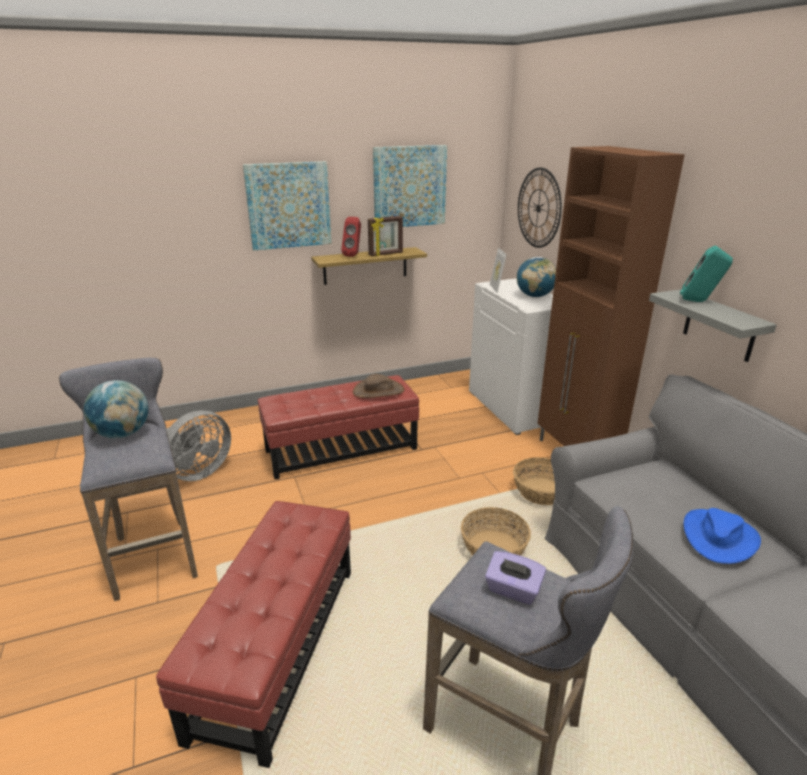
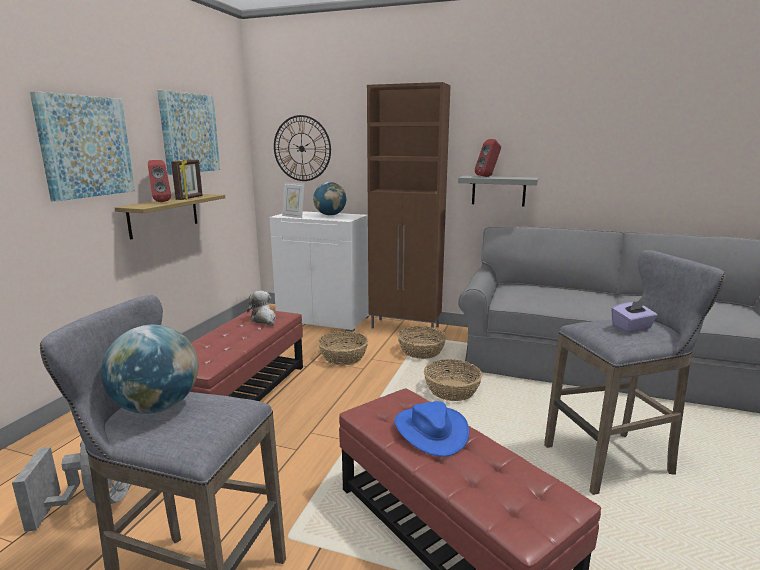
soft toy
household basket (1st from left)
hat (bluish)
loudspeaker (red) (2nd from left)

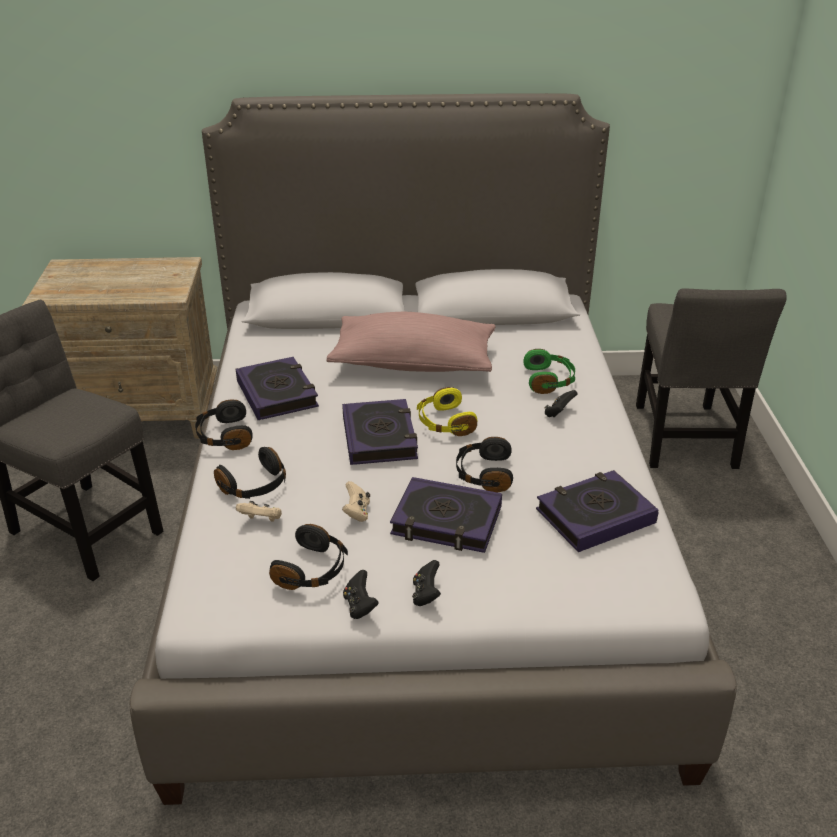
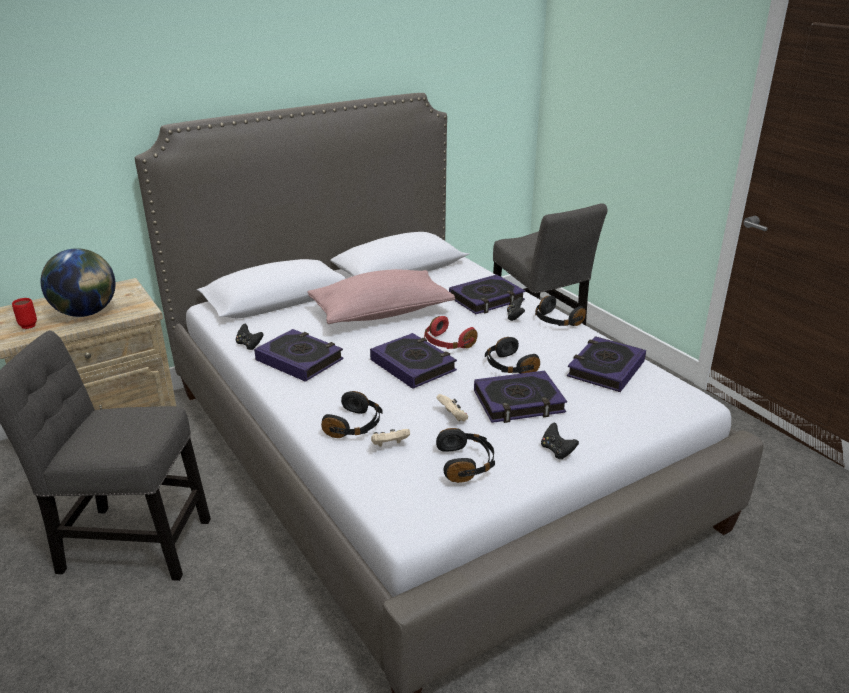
tea mug (red)
world globe
gamepad (black) (1st from left)
headset (red)
book (3rd from left)
headset (black) (4th from left)

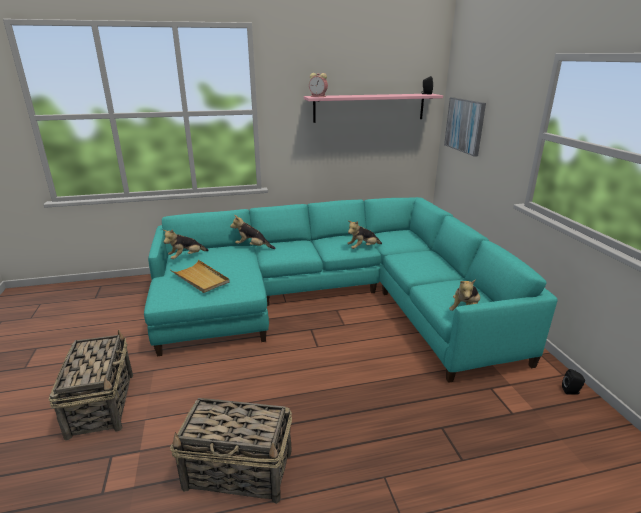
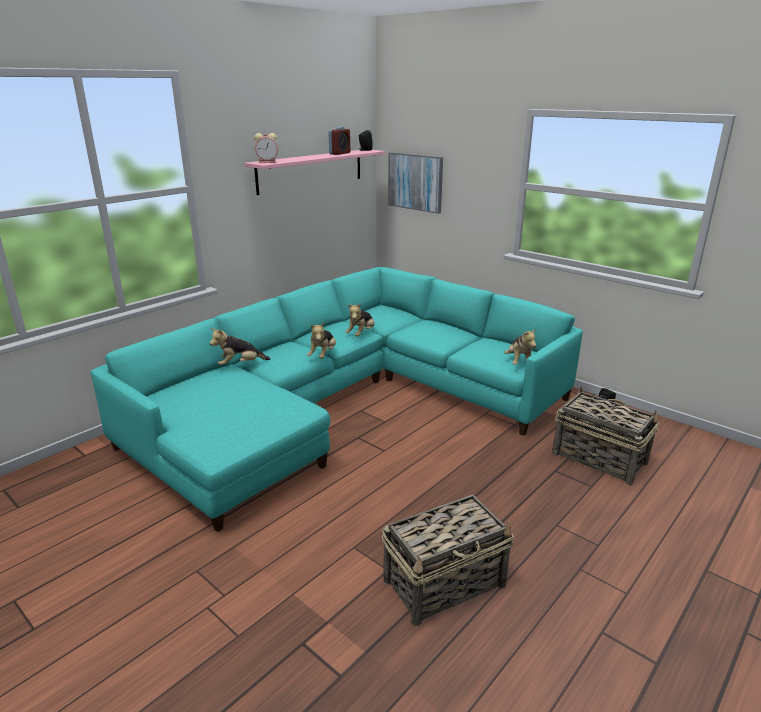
soft toy (2nd from left)
bedside clock (2nd from left)
household basket (2nd from left)
tray (beige)

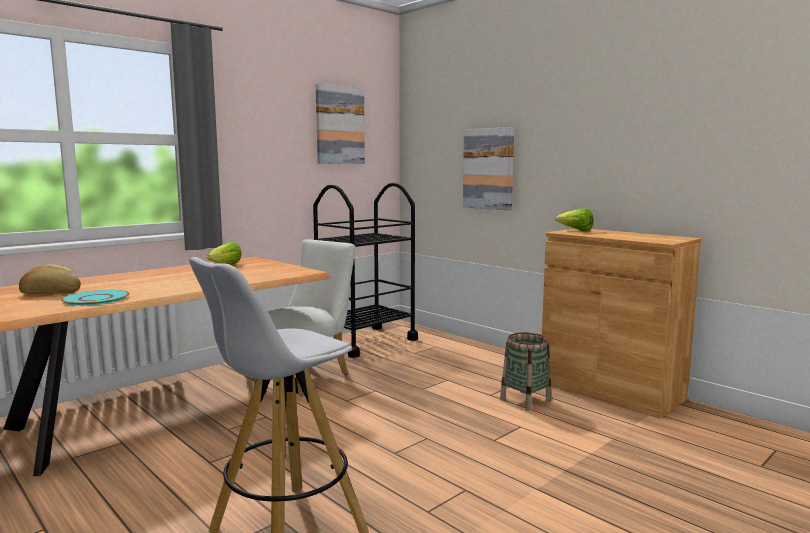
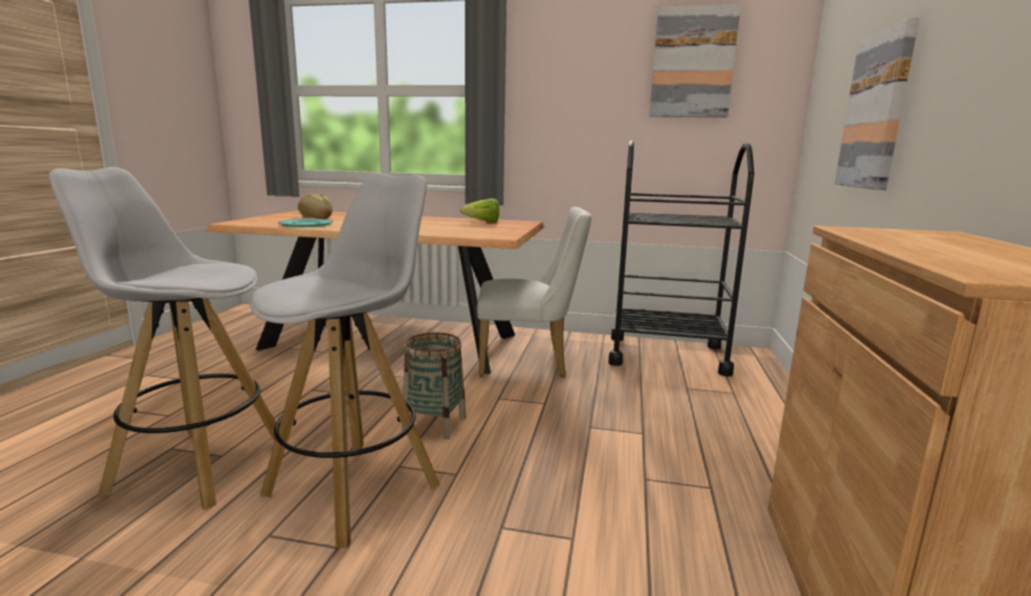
sitting stool (white) (2nd from left)
household basket
lettuce head (2nd from left in the first image)

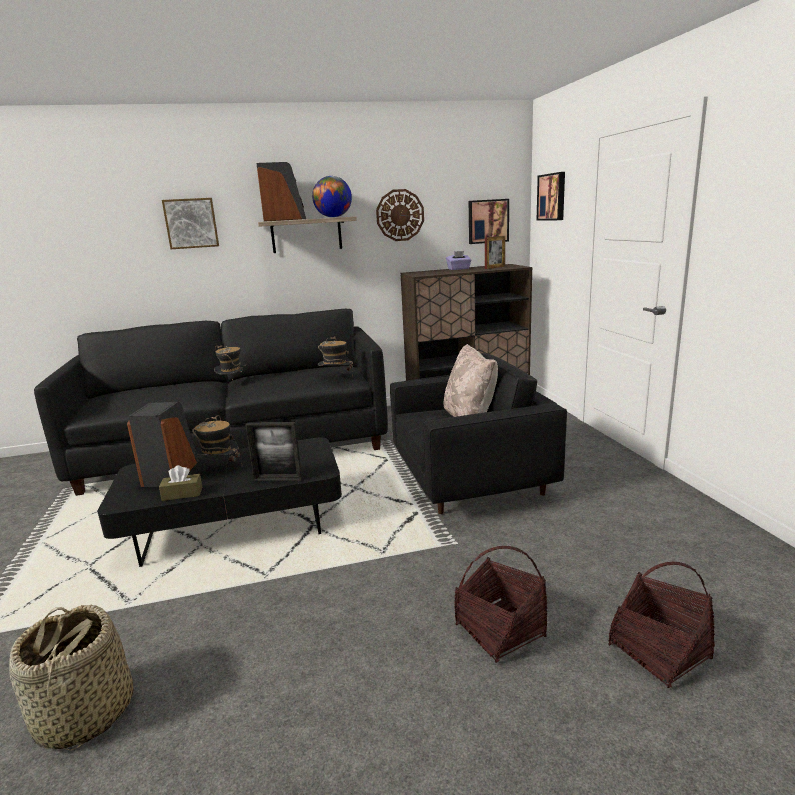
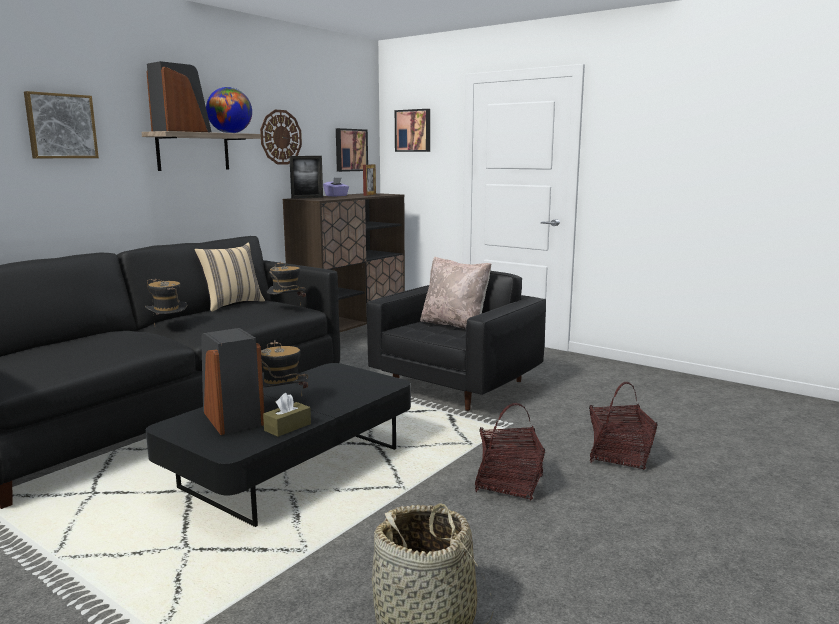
pillow (beige) (1st from left)
picture frame (1st from left)
household basket (2nd from left)

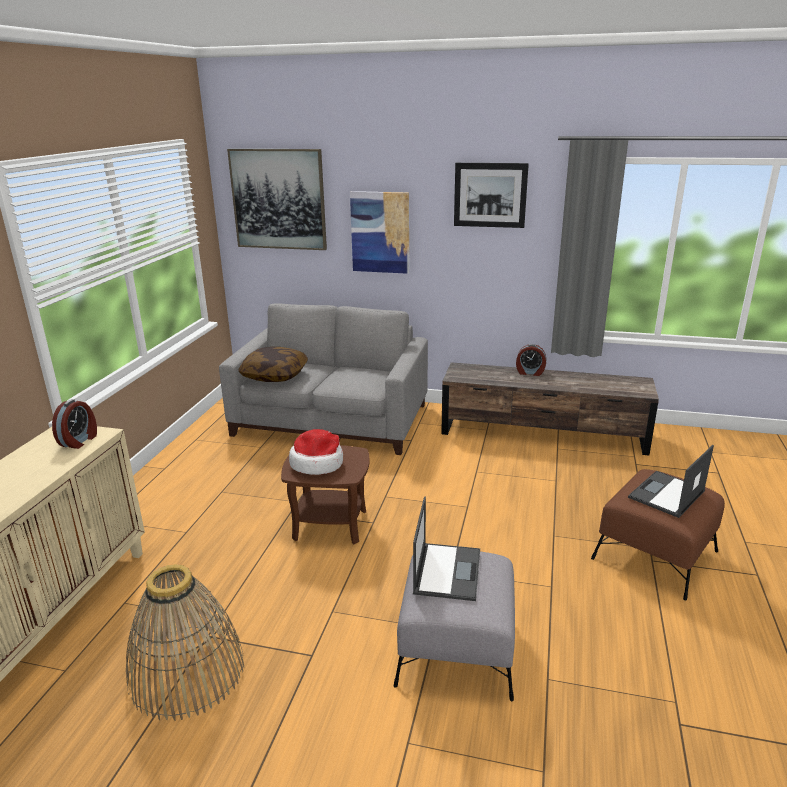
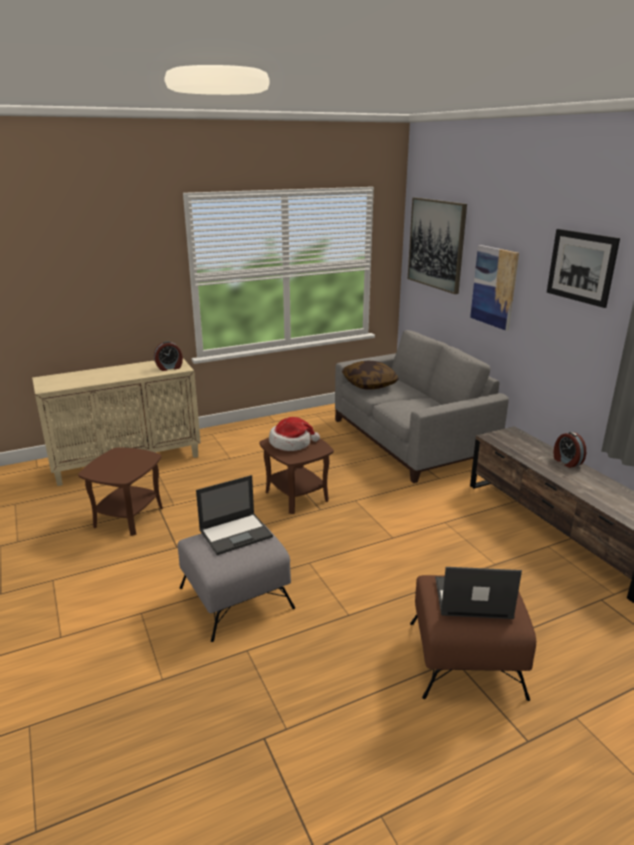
side table (brownish) (1st from left)

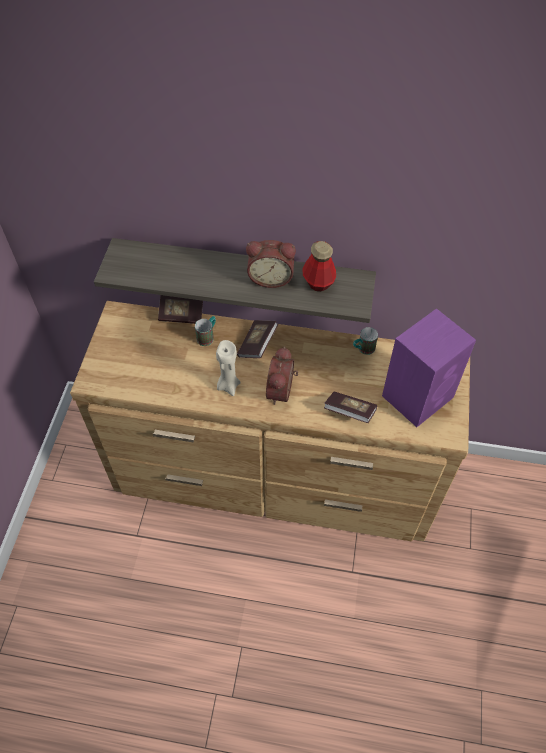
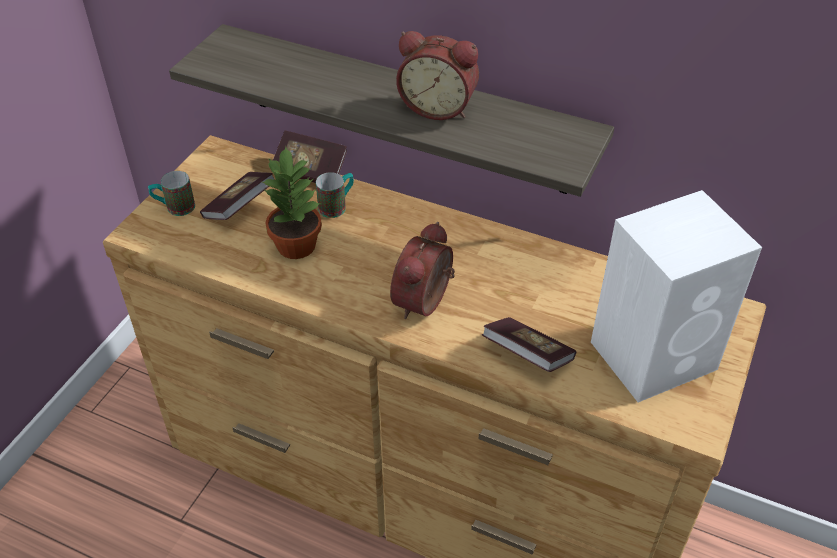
tea mug (1st from left)
book (1st from left)
houseplant
loudspeaker (white)
wax candle (beige)
drink bottle

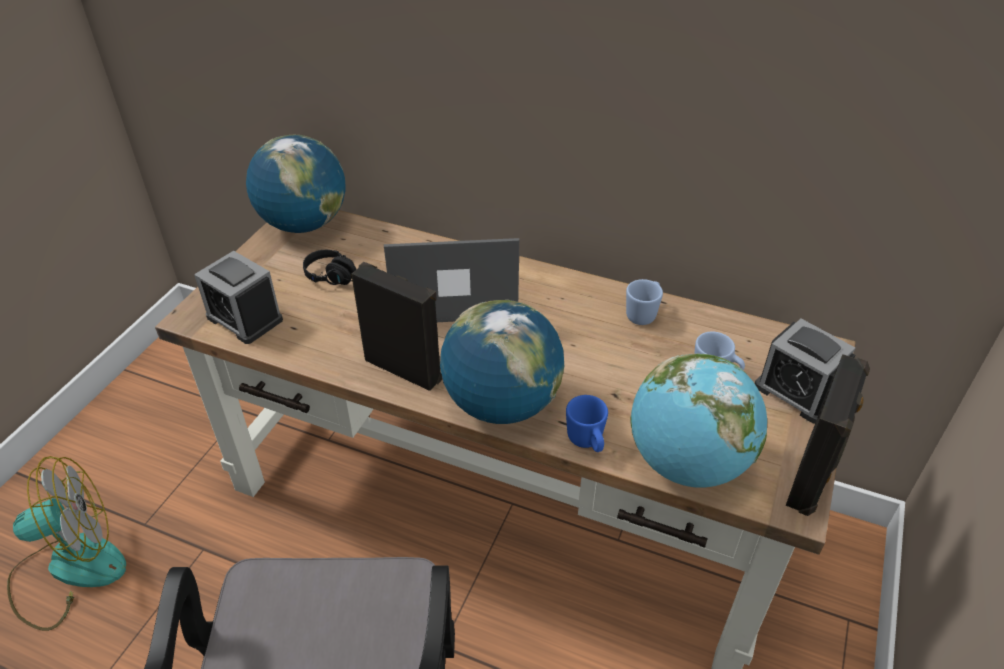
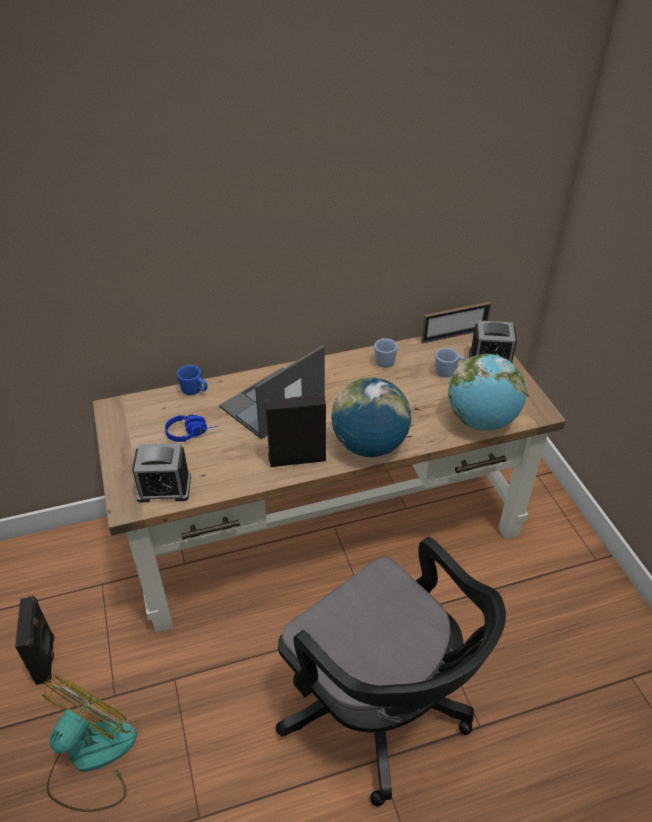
loudspeaker (black) (1st from left)
headset (bluish)
tea mug (bluish) (1st from left)
picture frame
world globe (1st from left in the first image)

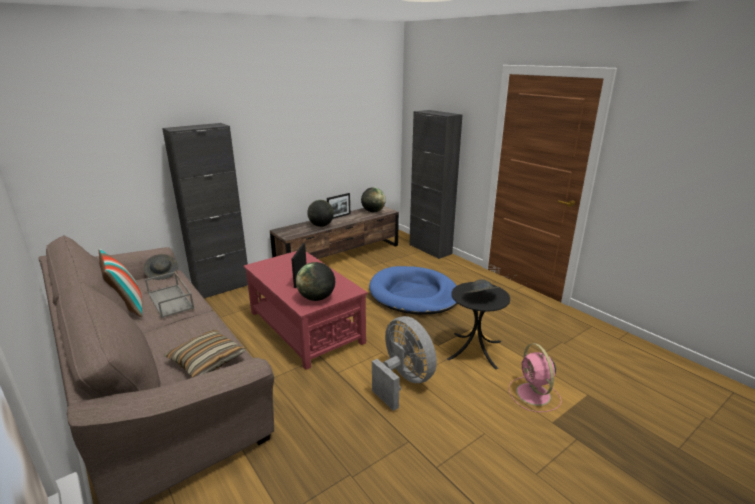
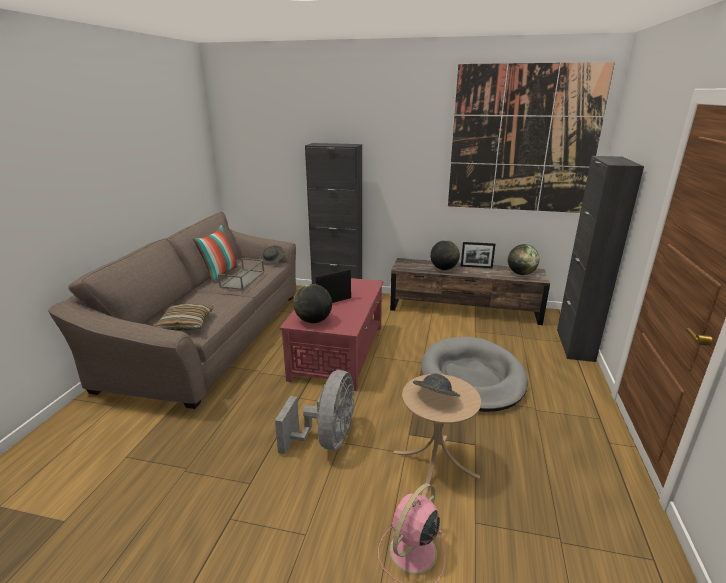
side table (beige)
pet bed (greyish)
wall art

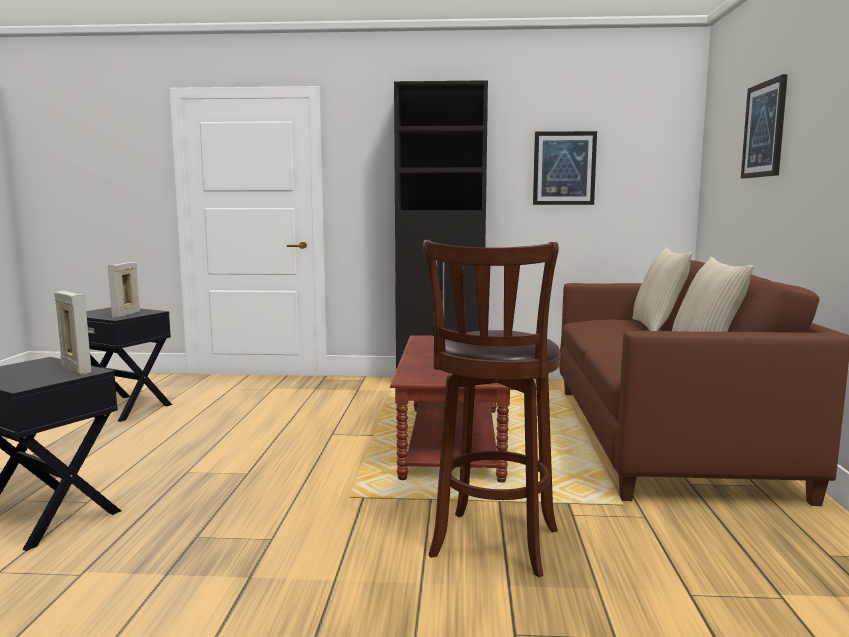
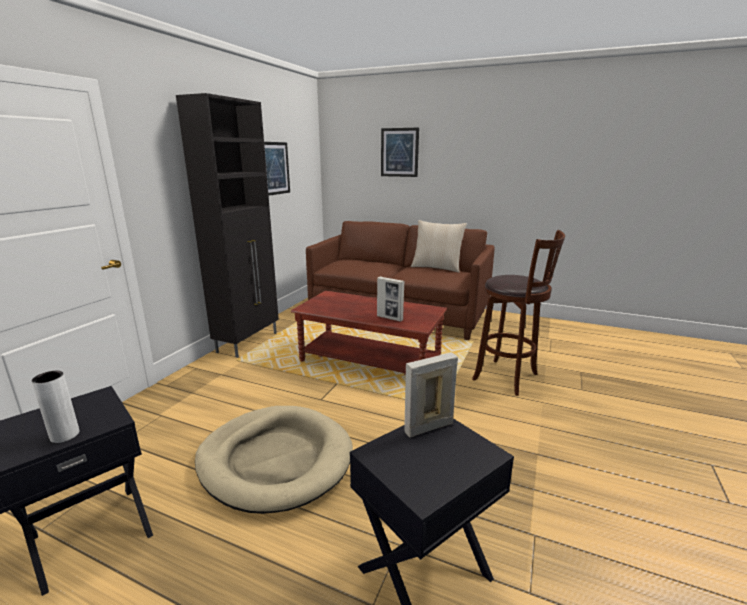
flower vase (white)
pet bed (beige)
picture frame (1st from left)
pillow (beige) (1st from left in the first image)

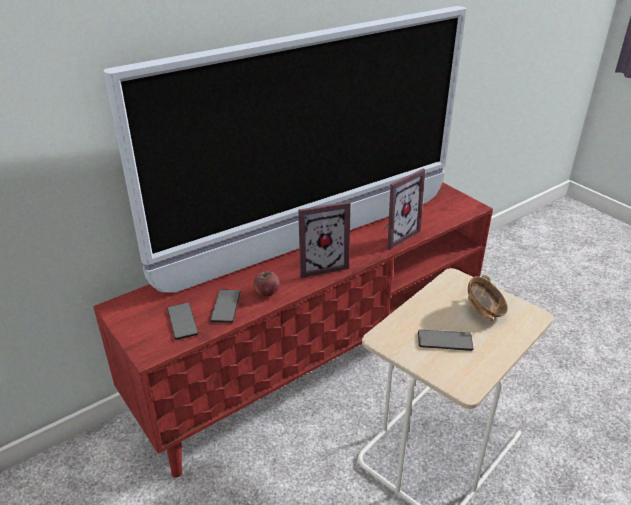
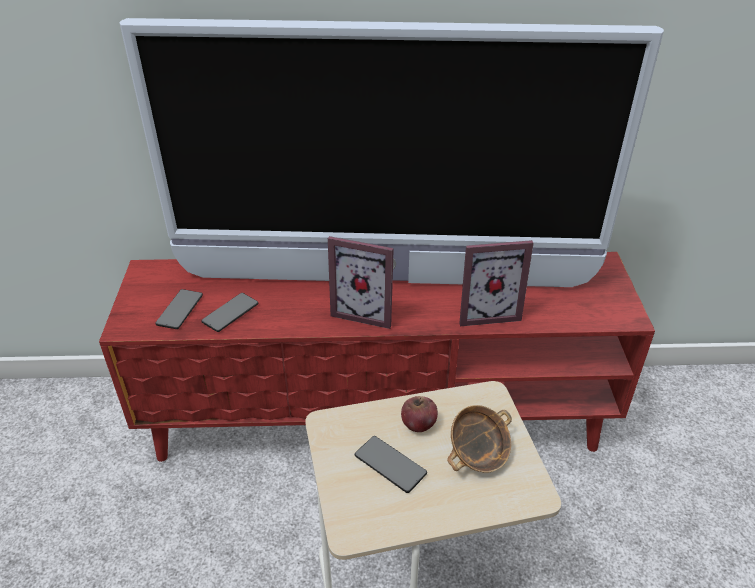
apple

